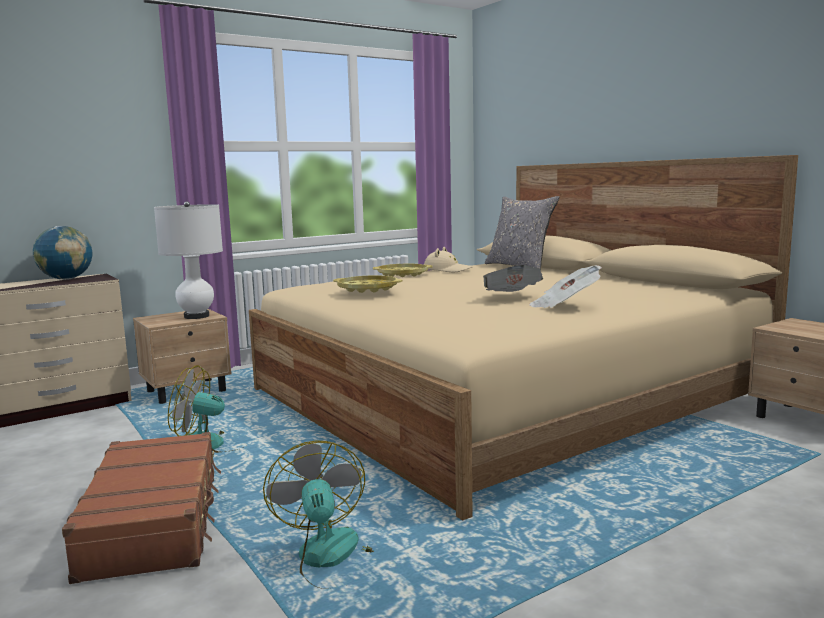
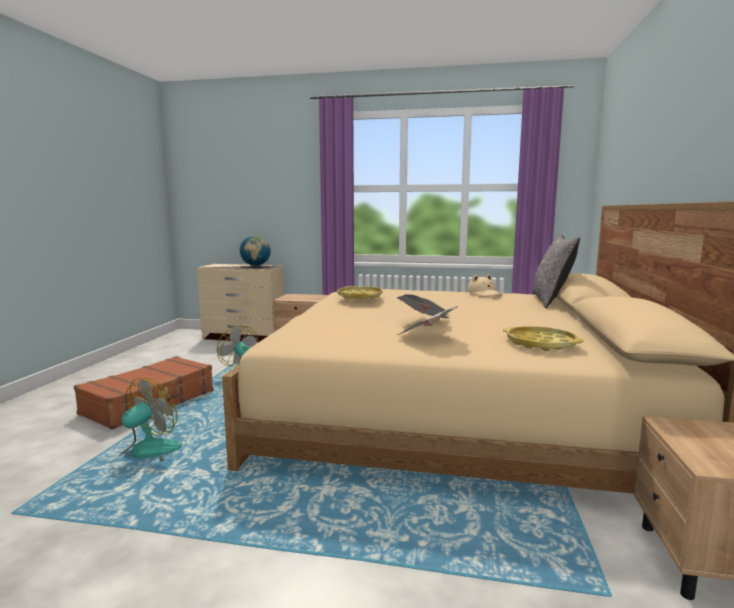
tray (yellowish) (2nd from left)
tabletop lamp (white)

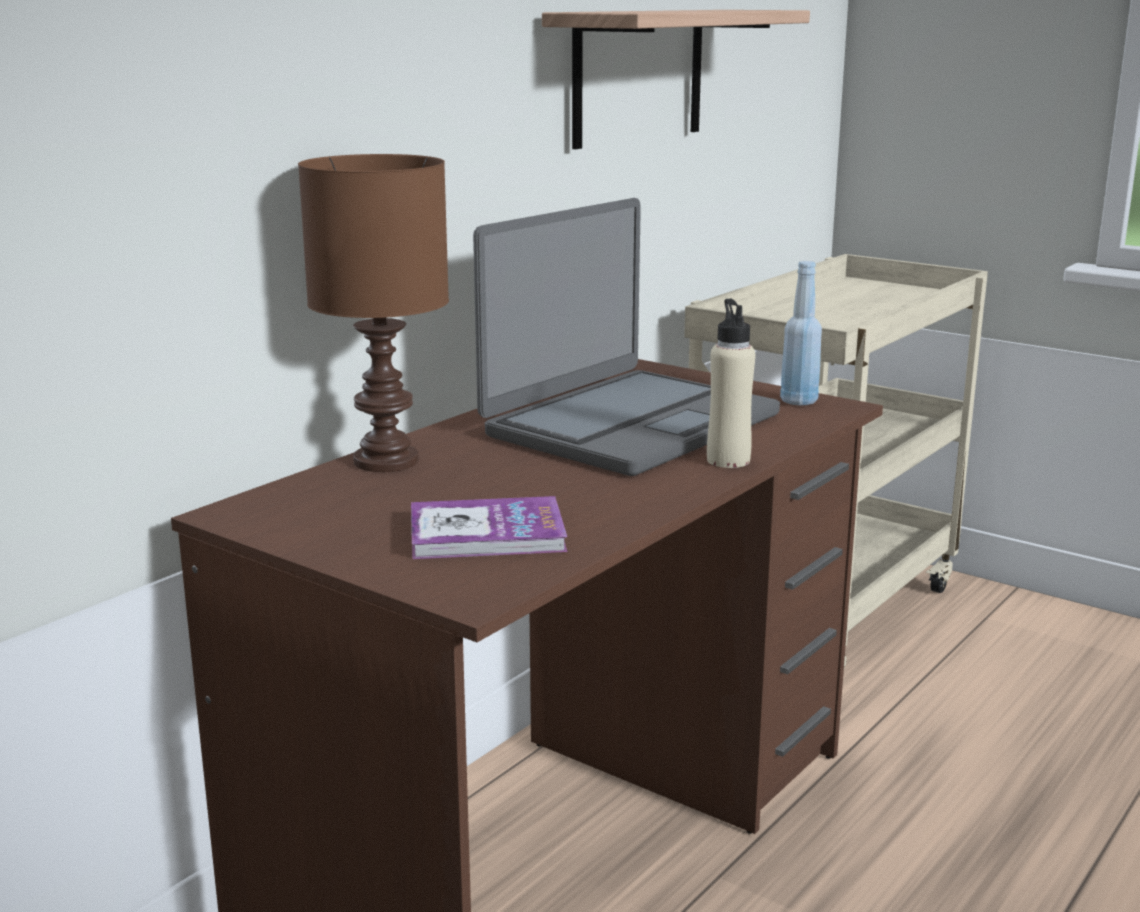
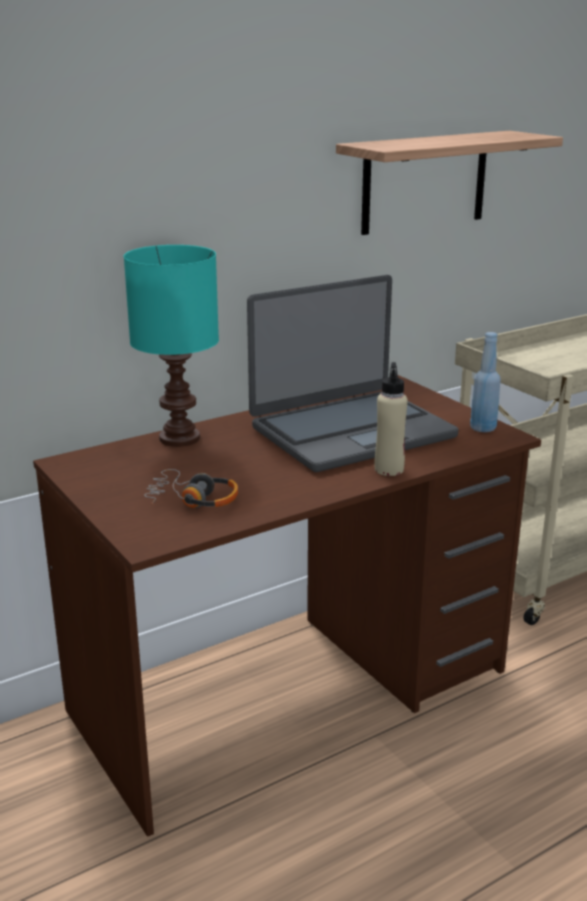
tabletop lamp (turquoise-coloured)
headset

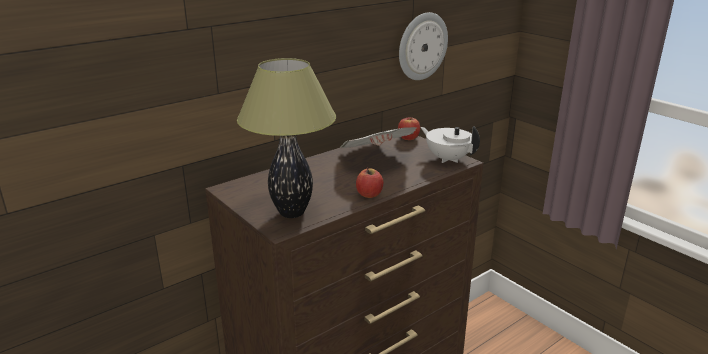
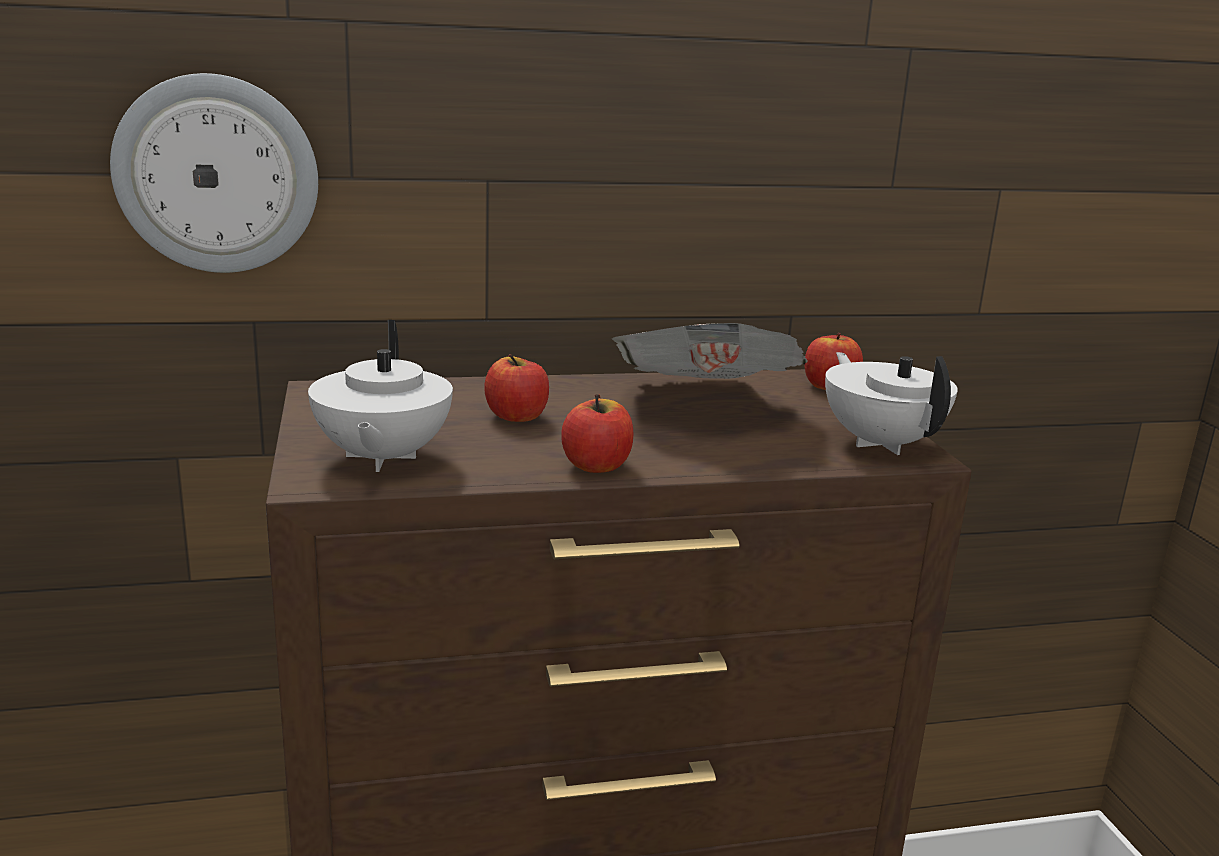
clock on the wall
teapot (white) (1st from left)
apple (1st from left)

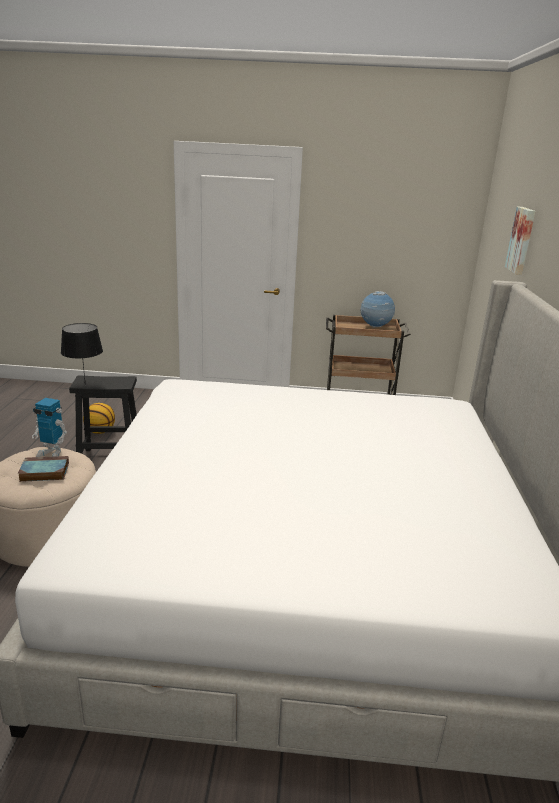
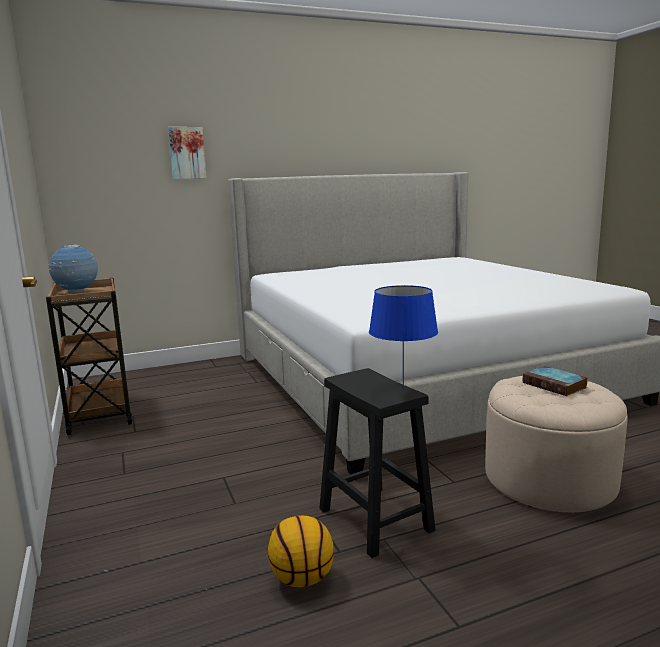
tabletop lamp (bluish)
model robot

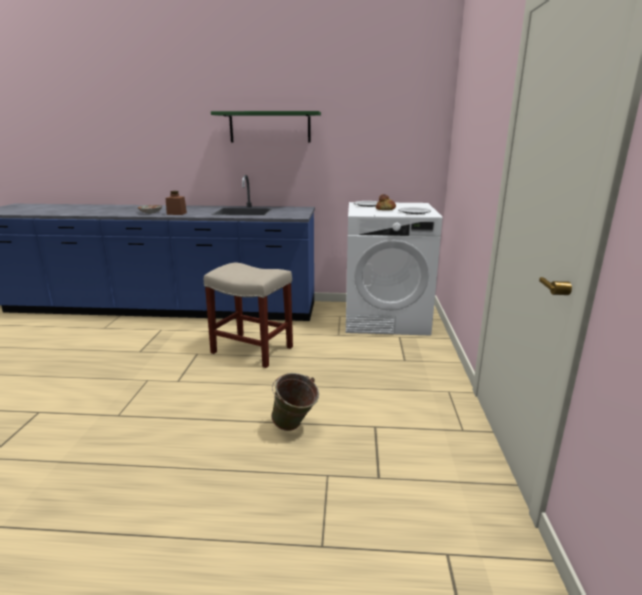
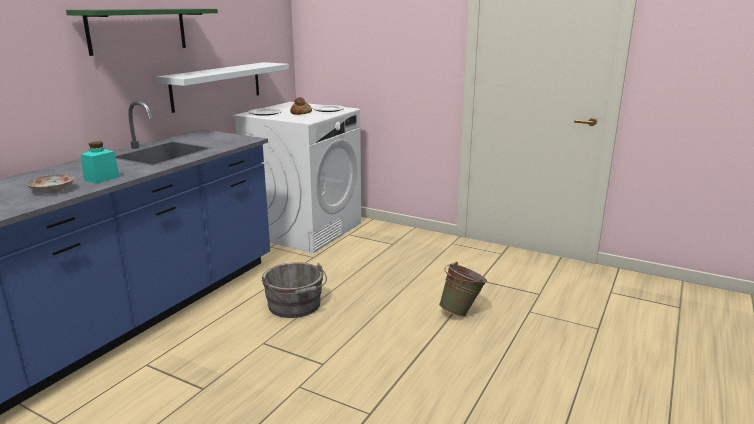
storage jar (turquoise-coloured)
shelf (white)
pail (greyish)

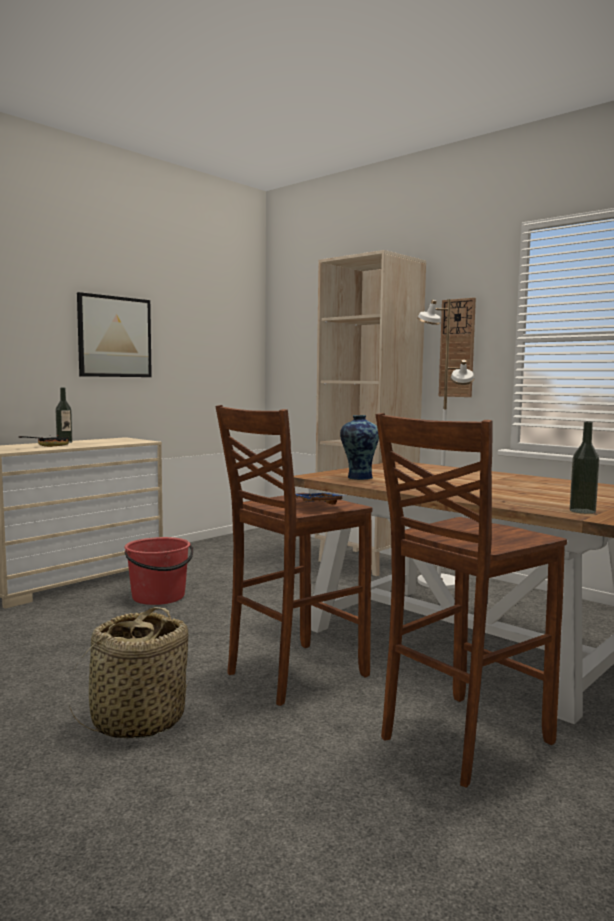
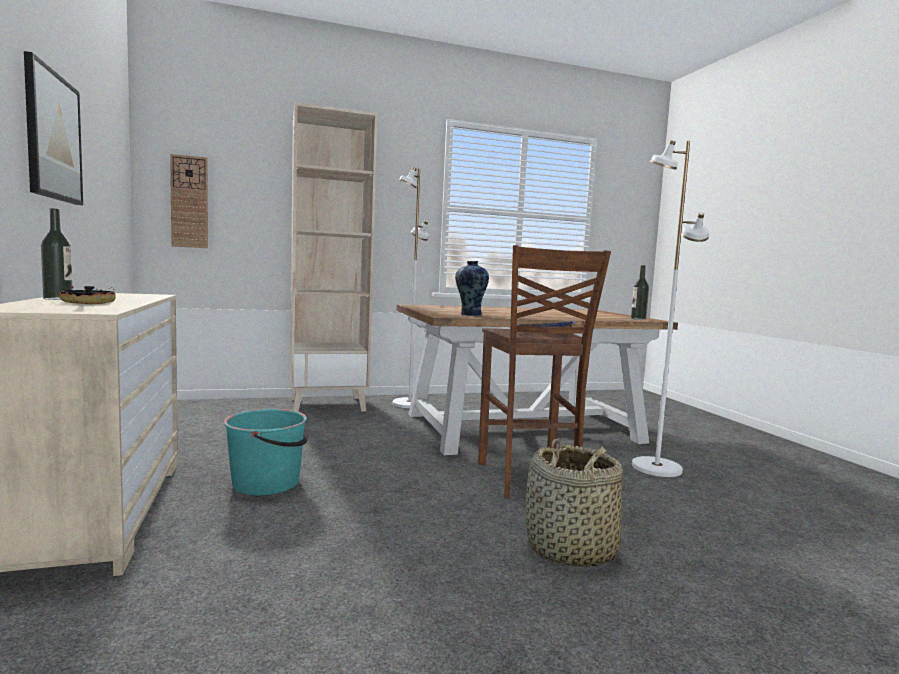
clock on the wall
pail (turquoise-coloured)
standard lamp (white) (2nd from left)

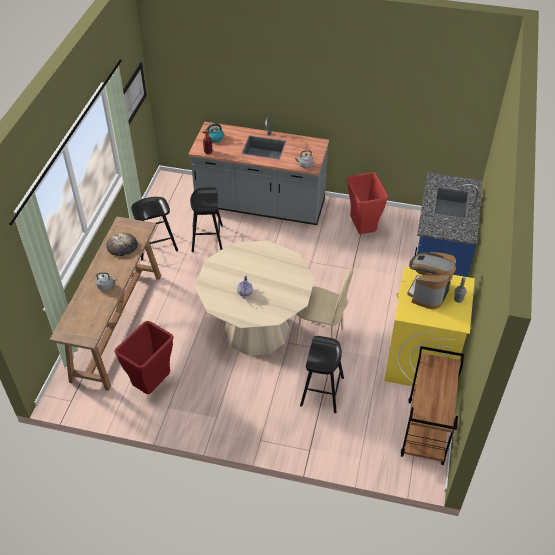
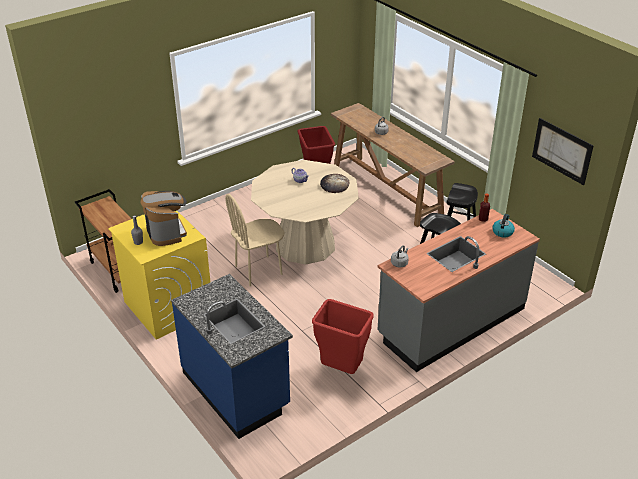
bread
sitting stool (black) (3rd from left in the first image)

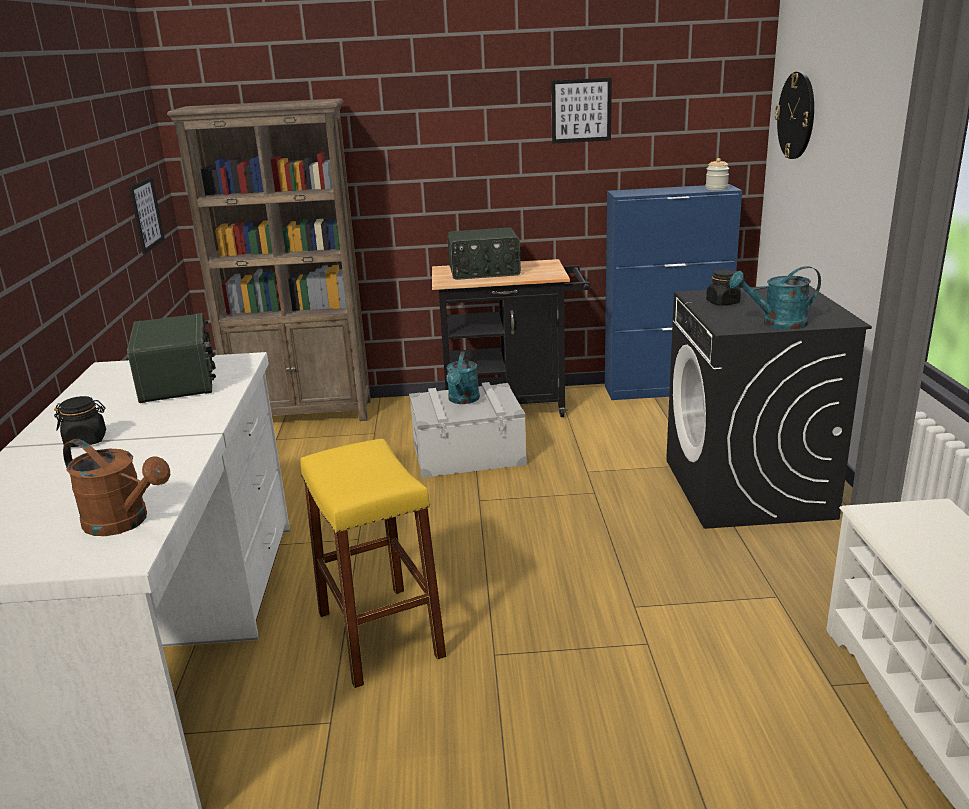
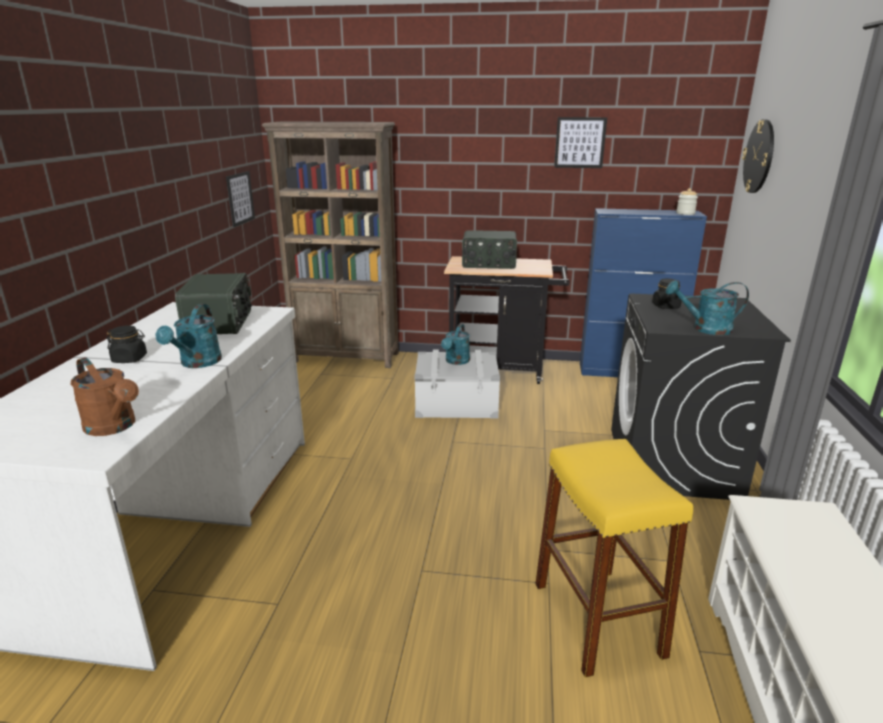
sprinkling can (turquoise-coloured) (1st from left)
sitting stool (yellowish)

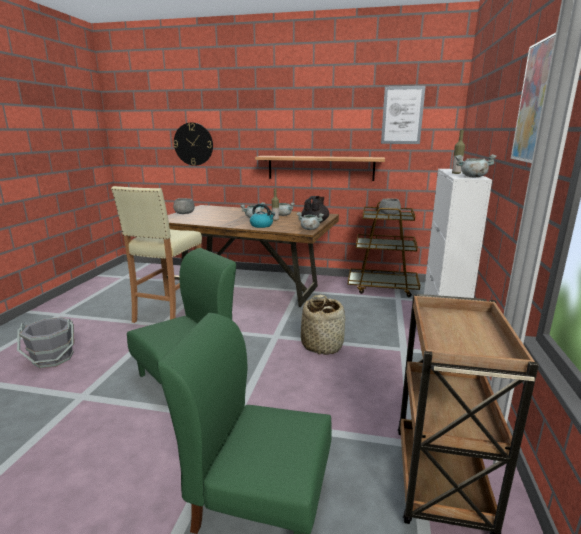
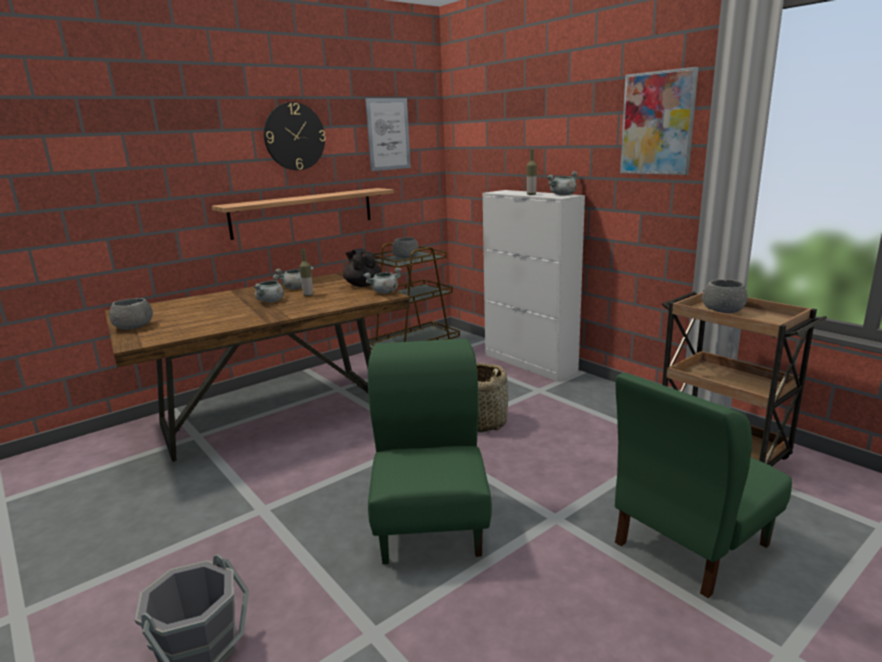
clock on the wall
serving bowl (greyish) (3rd from left)
sitting stool (beige)
kettle

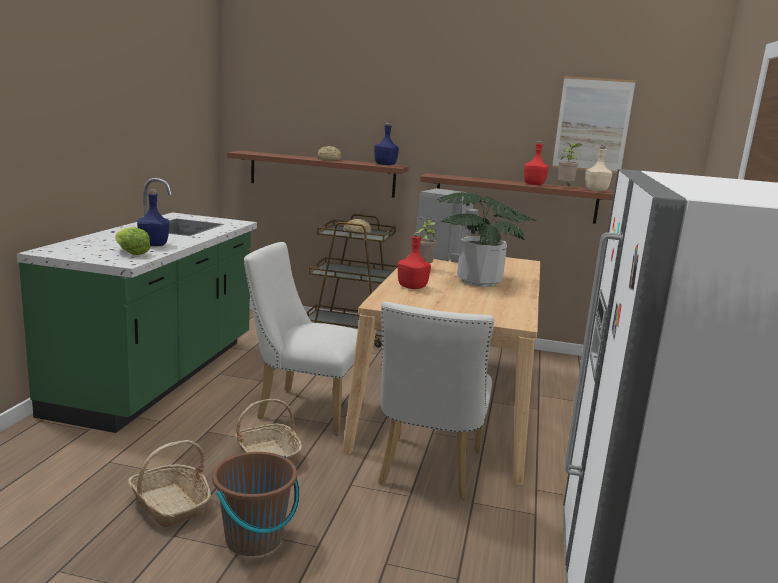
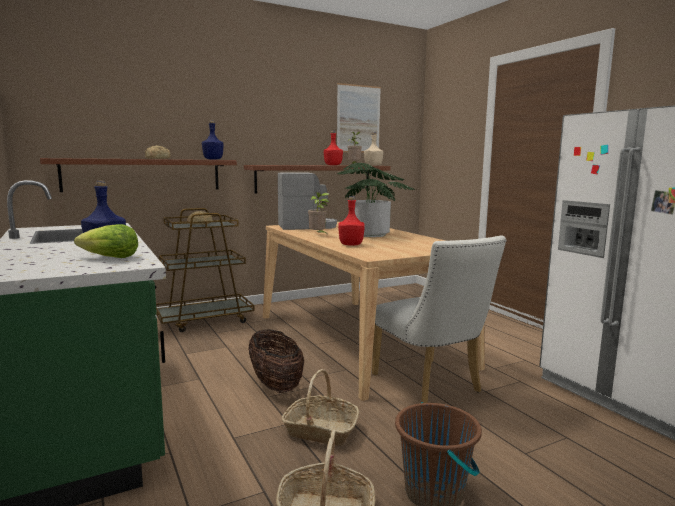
household basket (1st from left)

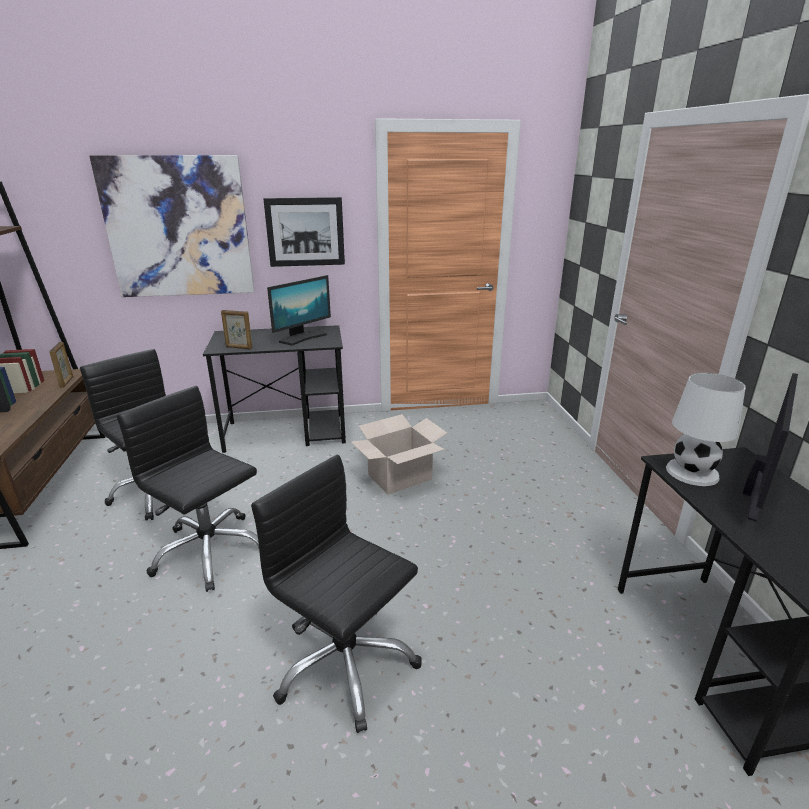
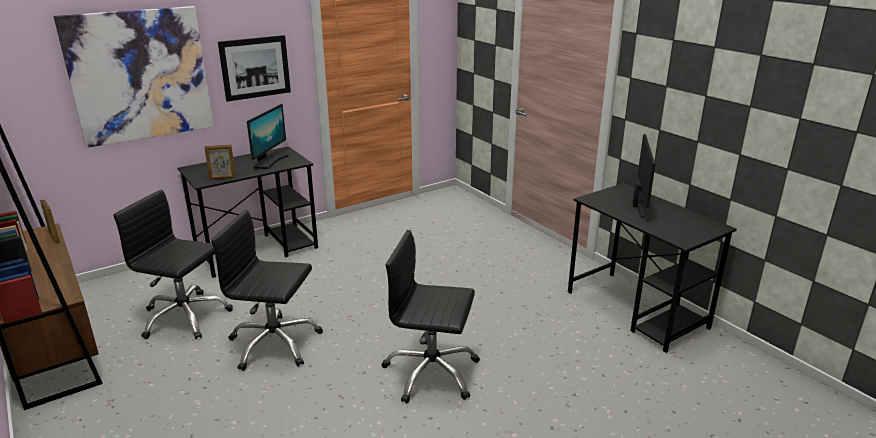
packing box
tabletop lamp (white)

